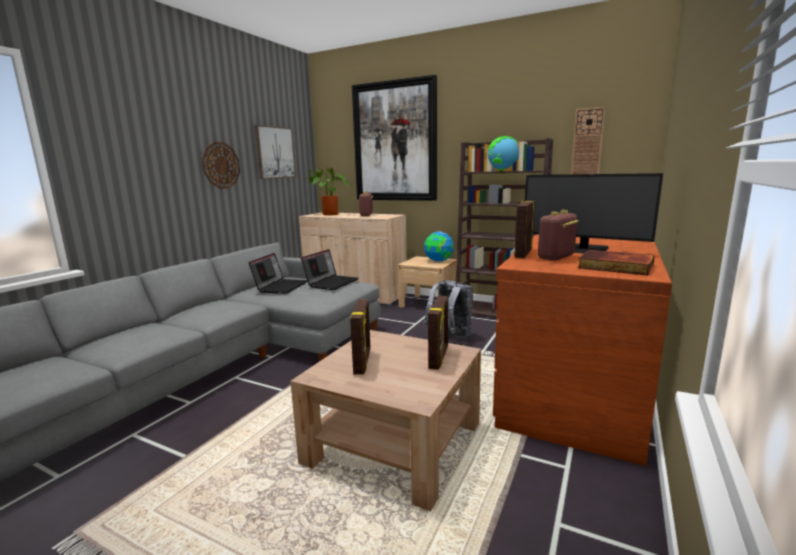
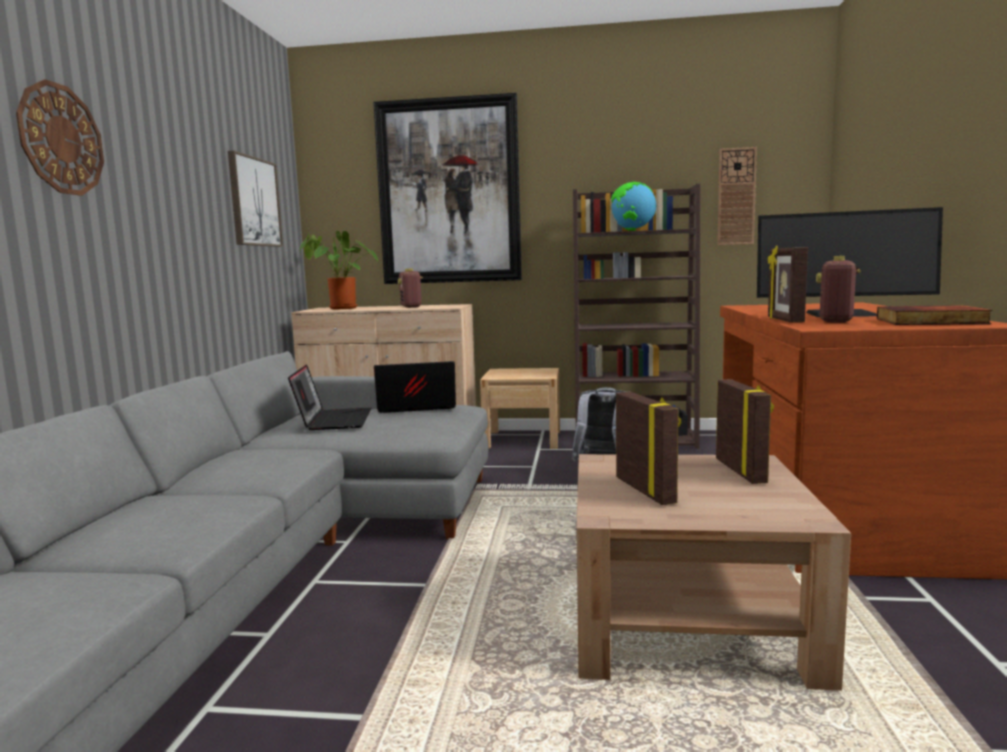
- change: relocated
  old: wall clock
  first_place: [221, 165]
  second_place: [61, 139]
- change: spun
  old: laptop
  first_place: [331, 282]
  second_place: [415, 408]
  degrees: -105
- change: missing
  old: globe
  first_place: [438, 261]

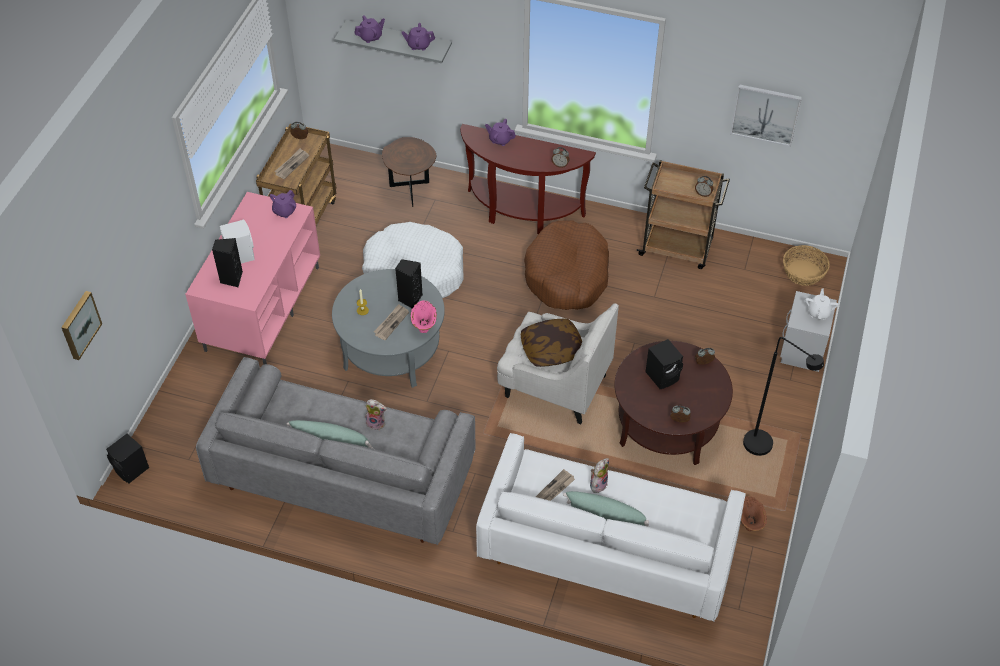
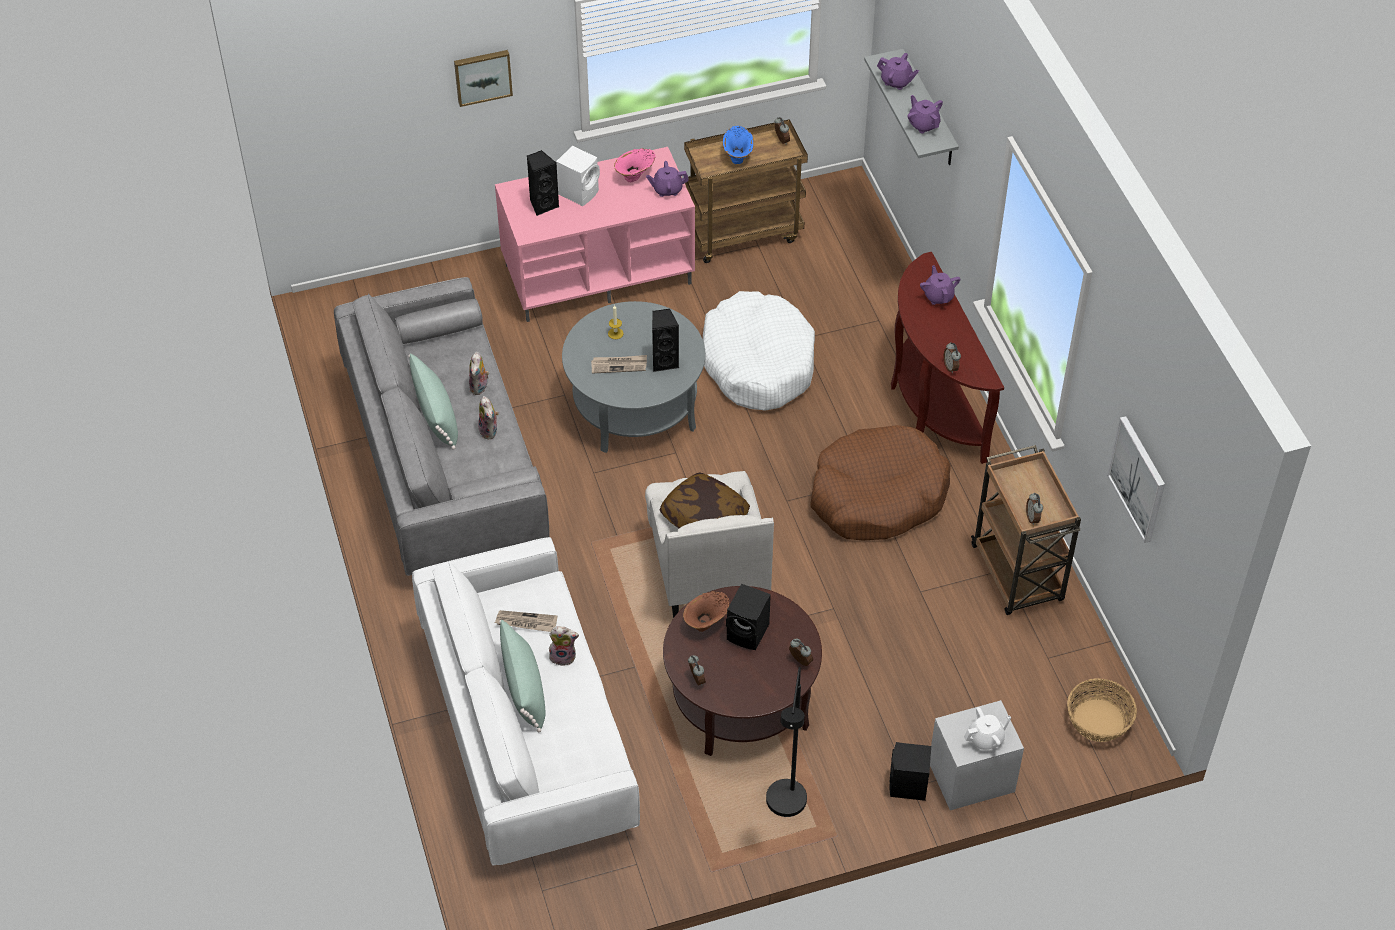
- change: relocated
  old: picture
  first_place: [79, 324]
  second_place: [482, 76]
- change: relocated
  old: speaker in black
  first_place: [132, 470]
  second_place: [908, 786]
- change: exchanged
  old: newspaper
  new: vase in blue
  first_place: [292, 164]
  second_place: [738, 156]
- change: missing
  old: side table in brown
  first_place: [411, 193]
- change: relocated
  old: vase in pink
  first_place: [424, 326]
  second_place: [635, 176]
- change: relocated
  old: vase in brown
  first_place: [750, 522]
  second_place: [707, 623]
- change: appeared
  new: plush toy
  second_place: [480, 387]

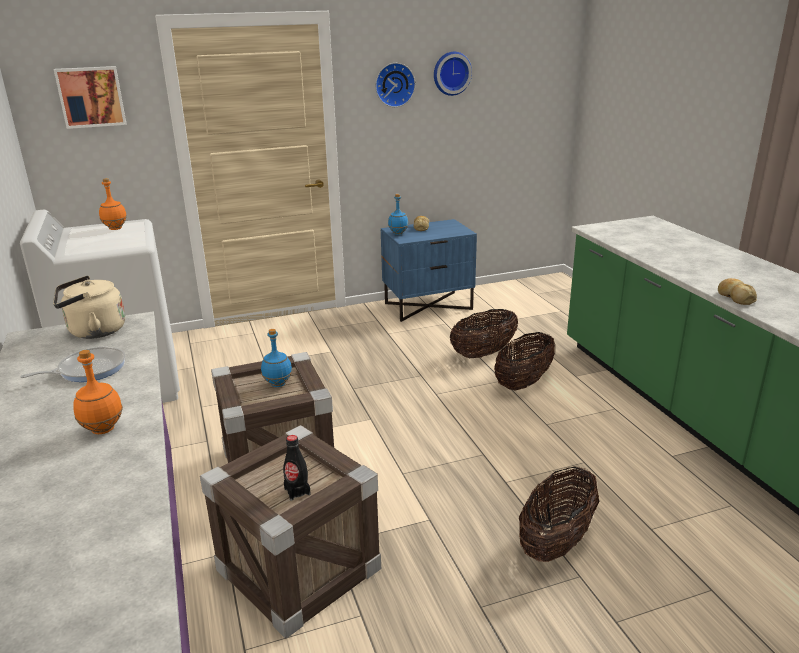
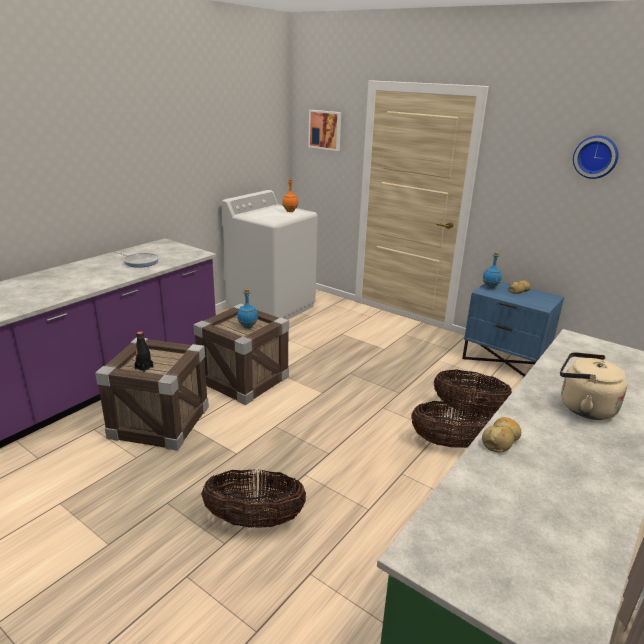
- change: relocated
  old: kettle in beige
  first_place: [93, 331]
  second_place: [582, 407]
- change: missing
  old: bottle in orange
  first_place: [102, 429]
- change: missing
  old: wall clock
  first_place: [394, 84]

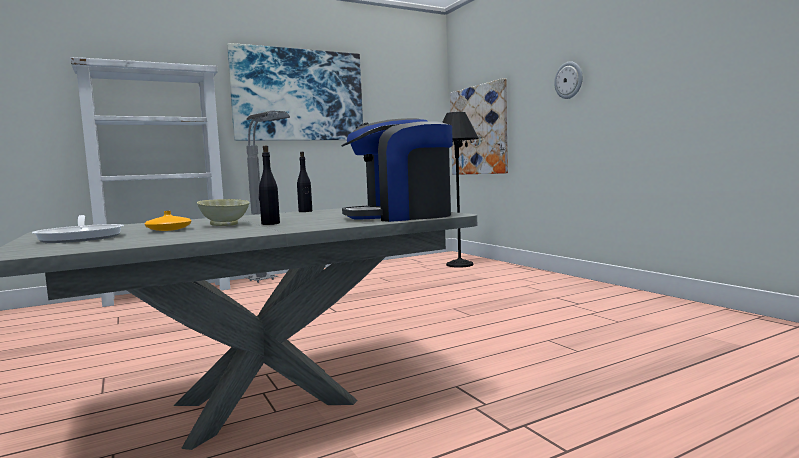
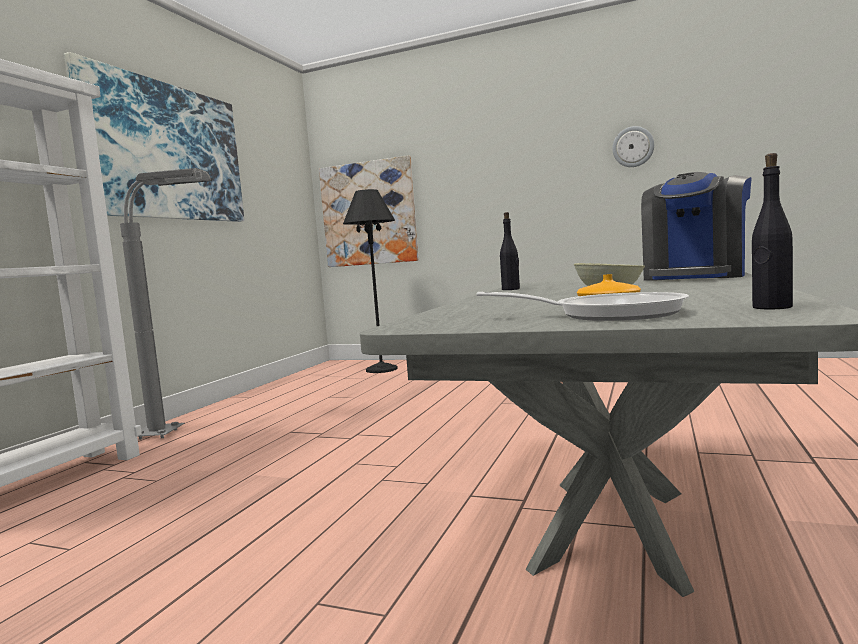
- change: relocated
  old: bottle in black
  first_place: [270, 224]
  second_place: [771, 307]
- change: relocated
  old: wall clock
  first_place: [569, 80]
  second_place: [633, 147]

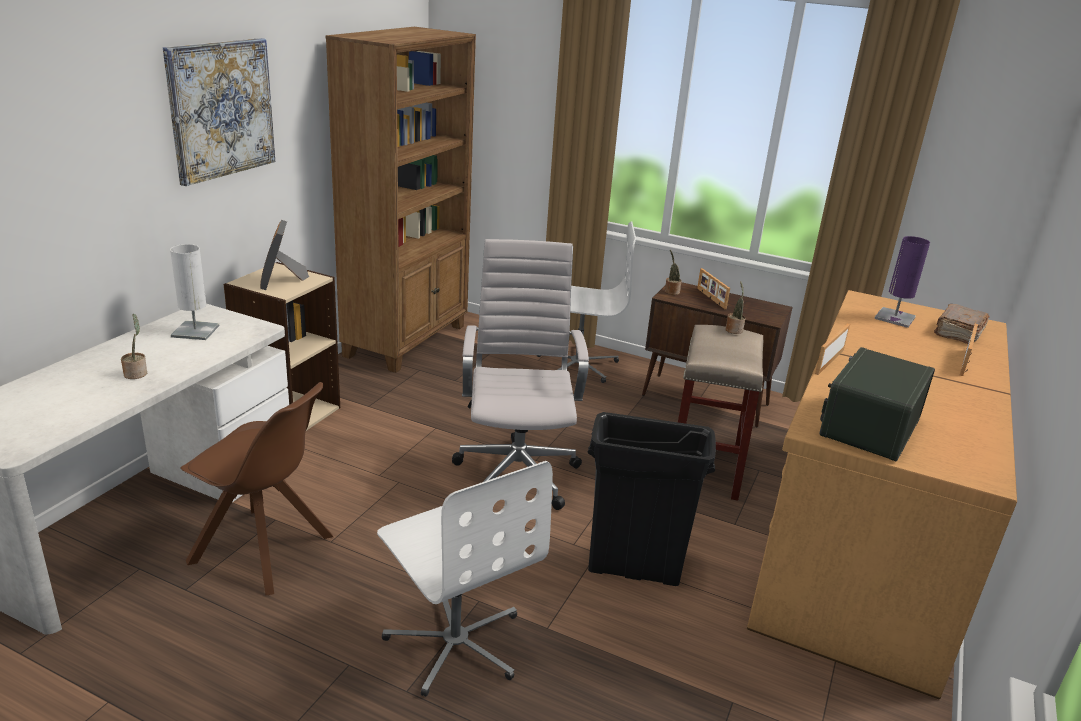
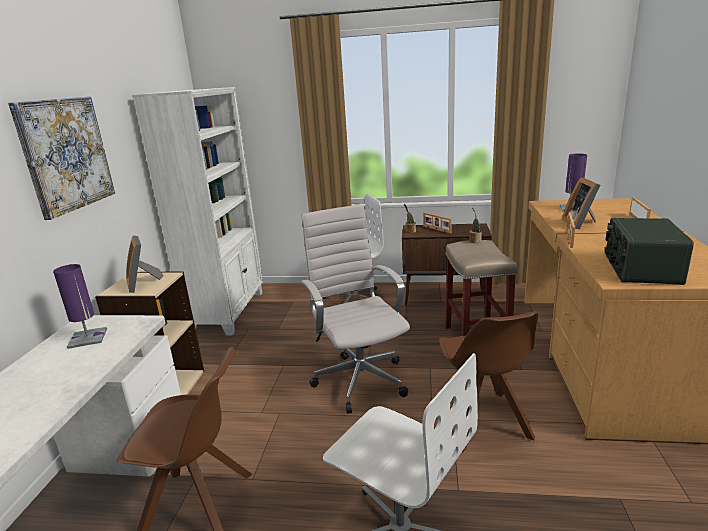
- change: missing
  old: potted plant
  first_place: [136, 373]
- change: colour
  old: table lamp in white
  new: table lamp in purple
  first_place: [195, 331]
  second_place: [88, 338]
- change: colour
  old: bookcase in brown
  new: bookcase in white
  first_place: [407, 340]
  second_place: [228, 312]
- change: exchanged
  old: trash can in black
  new: chair in brown
  first_place: [633, 569]
  second_place: [483, 422]
- change: missing
  old: book in brown
  first_place: [958, 333]
- change: appeared
  new: picture frame
  second_place: [581, 223]

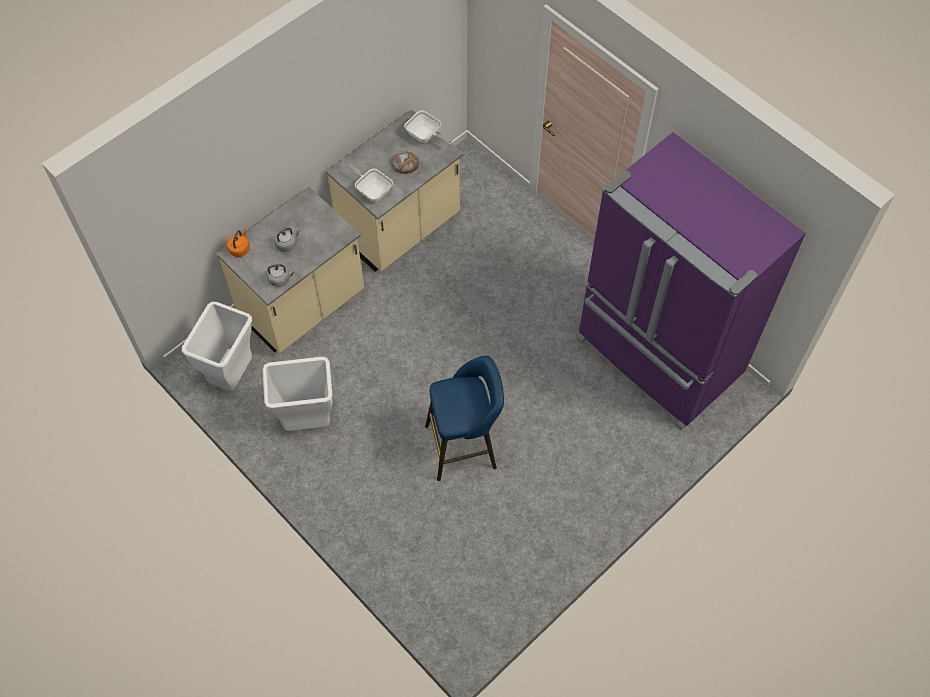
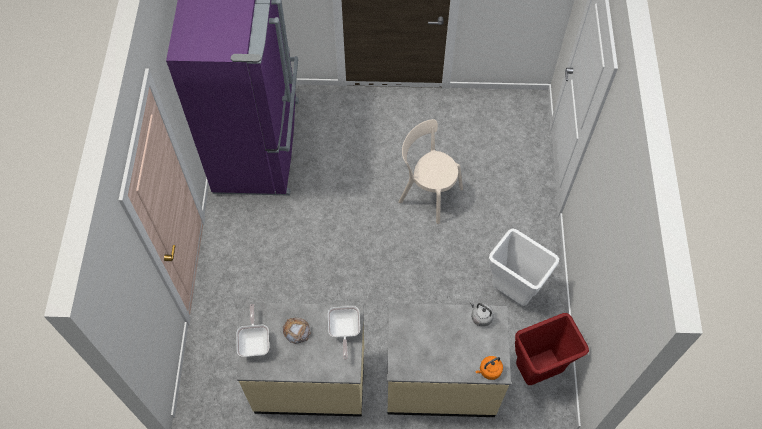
- change: colour
  old: trash can in white
  new: trash can in red
  first_place: [232, 375]
  second_place: [537, 372]
- change: missing
  old: kettle in grey
  first_place: [287, 244]
- change: exchanged
  old: stool in blue
  new: chair in beige
  first_place: [465, 446]
  second_place: [428, 193]

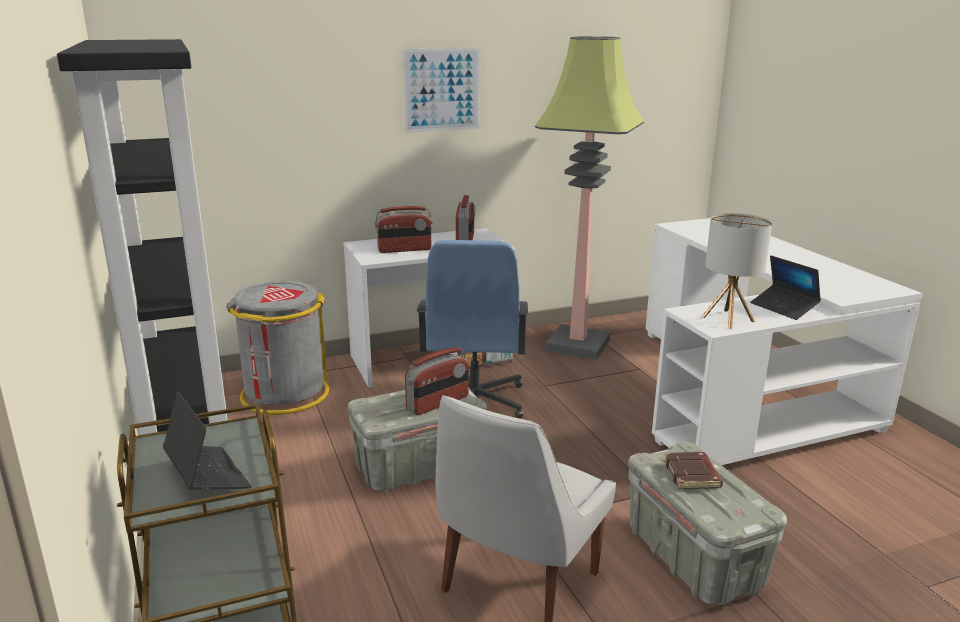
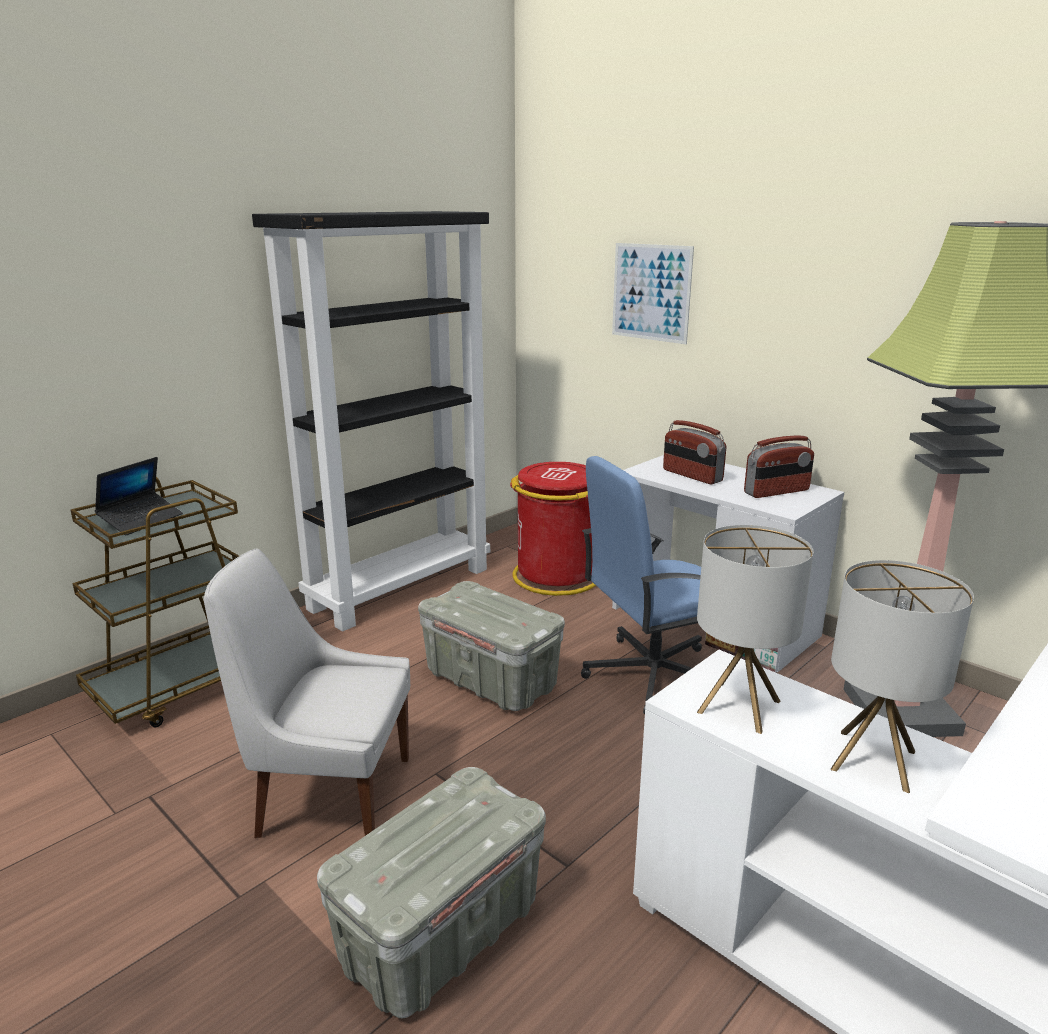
- change: colour
  old: trash can in grey
  new: trash can in red
  first_place: [284, 394]
  second_place: [555, 576]
- change: relocated
  old: picture
  first_place: [441, 90]
  second_place: [651, 292]
- change: missing
  old: radio
  first_place: [438, 403]
- change: missing
  old: book in brown
  first_place: [693, 475]
- change: exchanged
  old: laptop
  new: table lamp
  first_place: [784, 308]
  second_place: [873, 760]

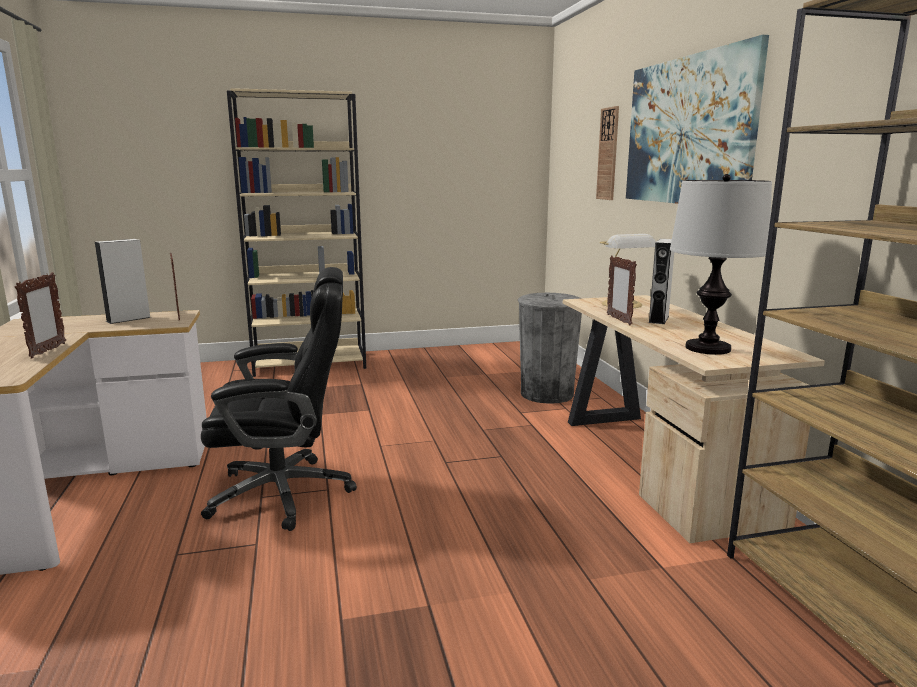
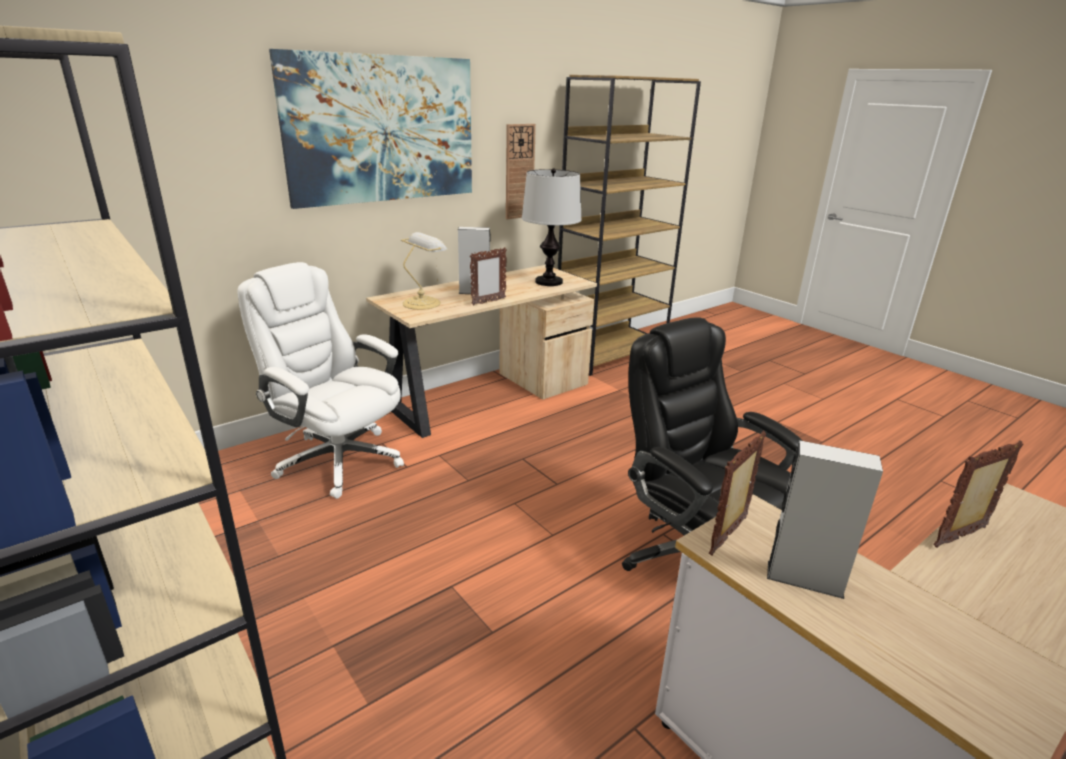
- change: exchanged
  old: trash can in grey
  new: office chair in white
  first_place: [547, 394]
  second_place: [338, 459]
- change: relocated
  old: wall clock
  first_place: [608, 154]
  second_place: [519, 172]

